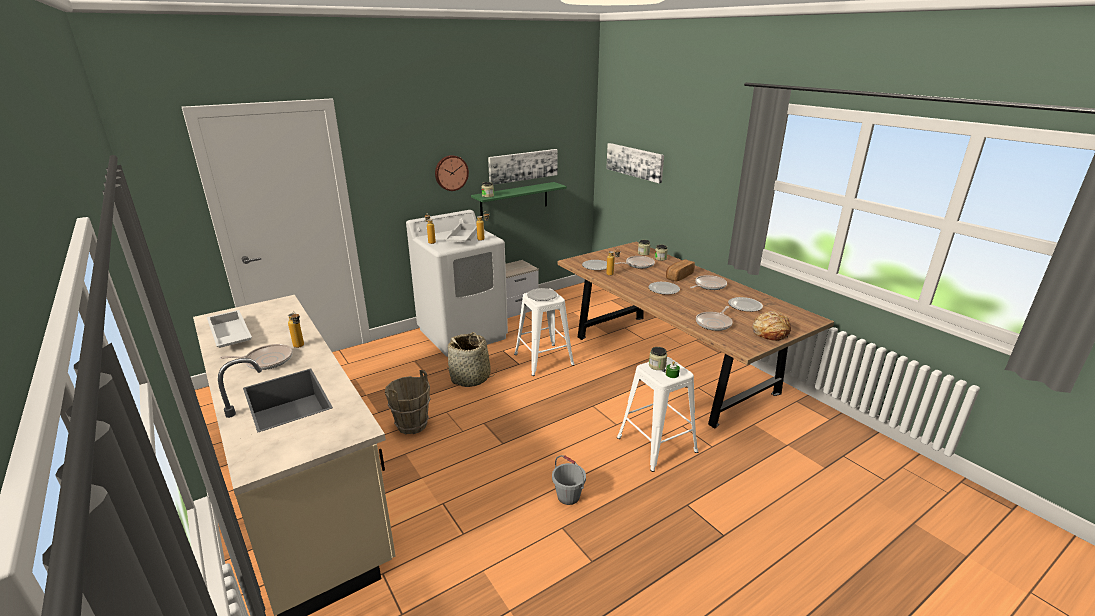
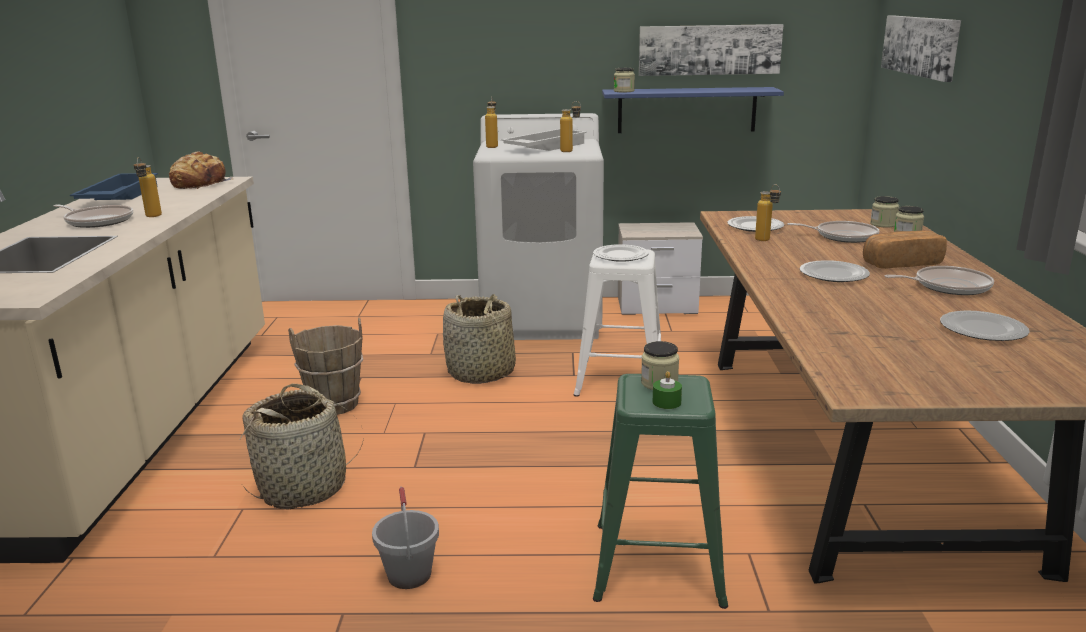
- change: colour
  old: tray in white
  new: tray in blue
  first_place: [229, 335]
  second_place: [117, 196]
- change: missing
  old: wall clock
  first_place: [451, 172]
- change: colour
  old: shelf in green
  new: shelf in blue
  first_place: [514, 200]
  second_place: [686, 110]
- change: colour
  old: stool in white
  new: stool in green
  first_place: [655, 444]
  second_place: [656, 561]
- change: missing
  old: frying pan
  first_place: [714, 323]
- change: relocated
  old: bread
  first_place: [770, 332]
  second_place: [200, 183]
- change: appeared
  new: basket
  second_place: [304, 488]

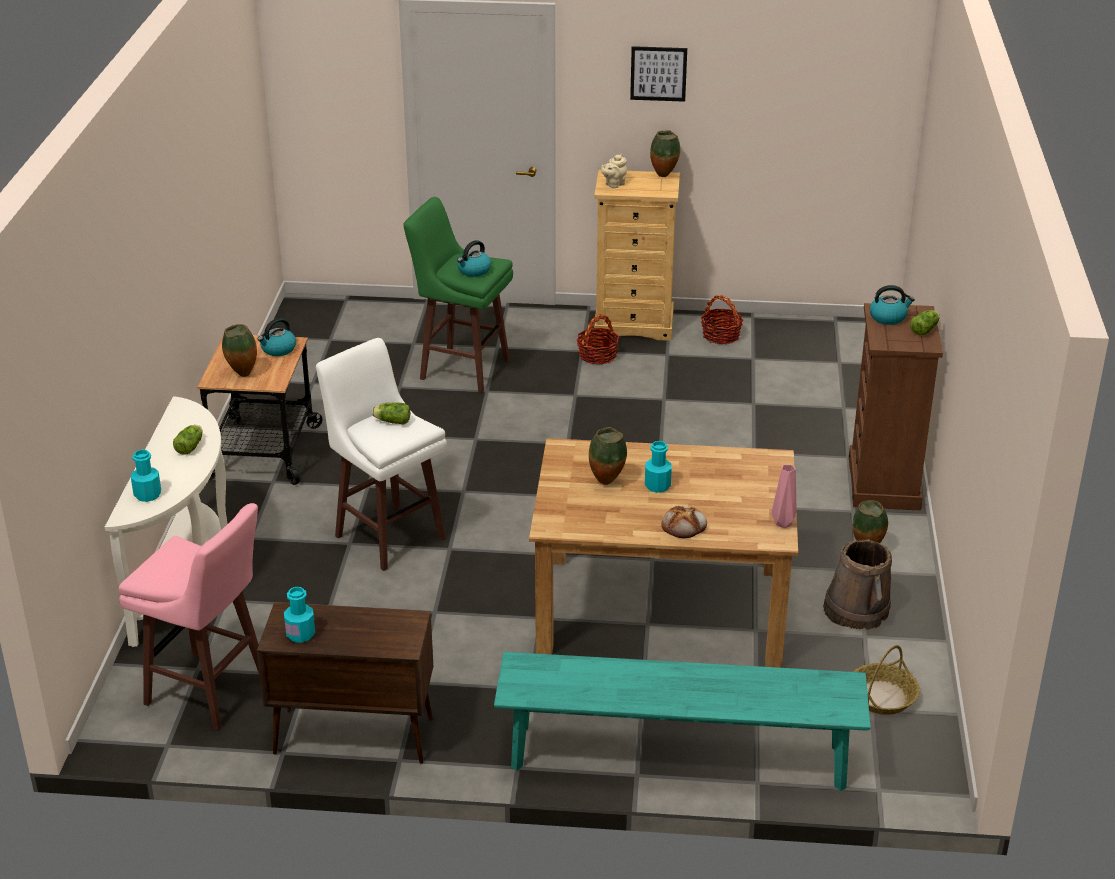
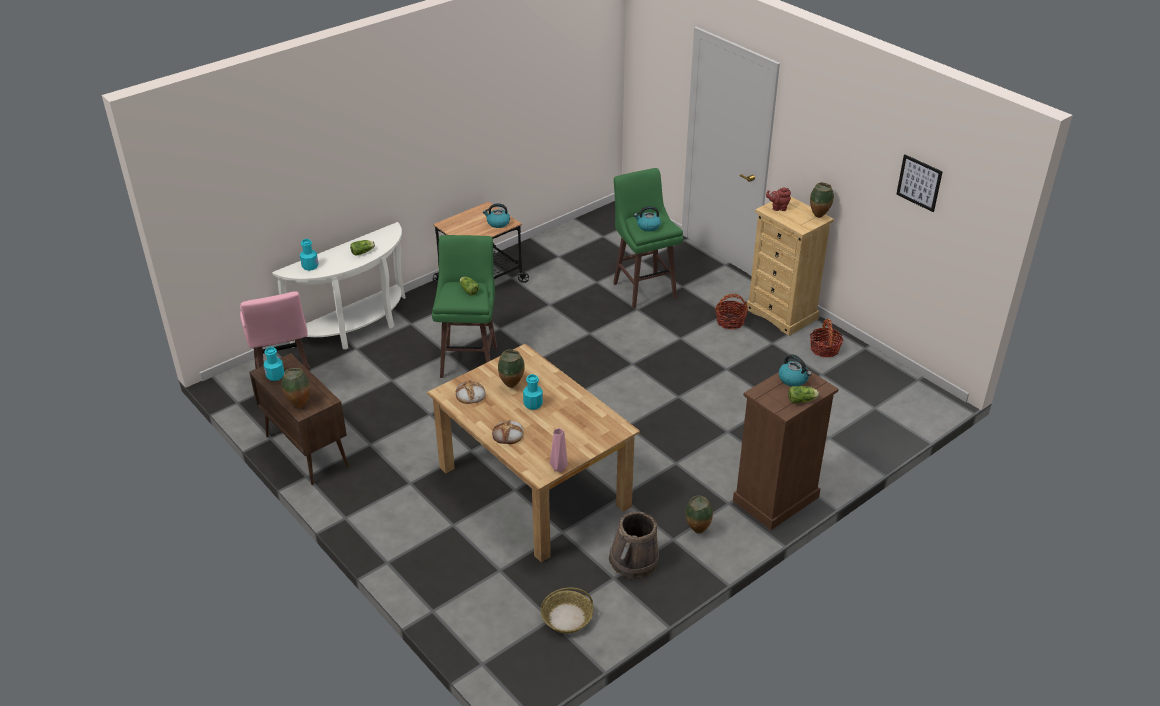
- change: relocated
  old: vase
  first_place: [242, 375]
  second_place: [299, 405]
- change: colour
  old: stool in white
  new: stool in green
  first_place: [388, 535]
  second_place: [470, 361]
- change: missing
  old: bench in turquoise
  first_place: [678, 757]
- change: colour
  old: teapot in beige
  new: teapot in red
  first_place: [614, 184]
  second_place: [778, 208]
- change: relocated
  old: picture
  first_place: [658, 73]
  second_place: [919, 182]
- change: appeared
  new: bread
  second_place: [470, 395]

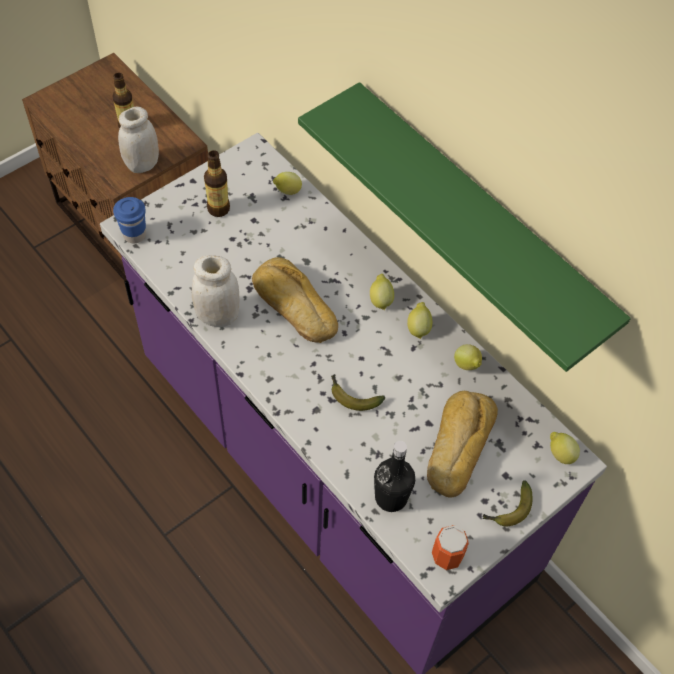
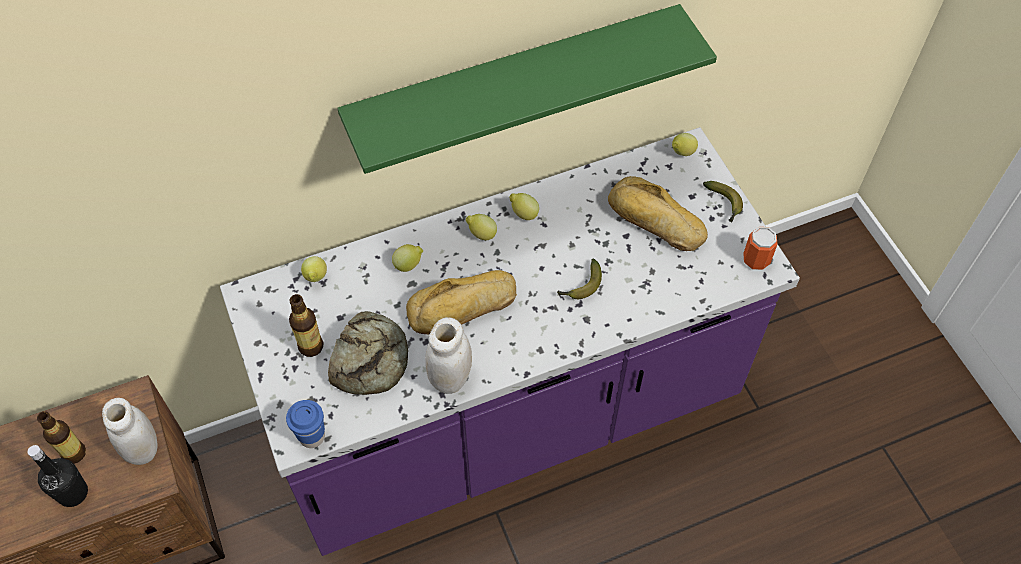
- change: relocated
  old: bottle in black
  first_place: [391, 497]
  second_place: [73, 493]
- change: relocated
  old: lemon
  first_place: [467, 366]
  second_place: [409, 265]
- change: appeared
  new: bread
  second_place: [371, 358]

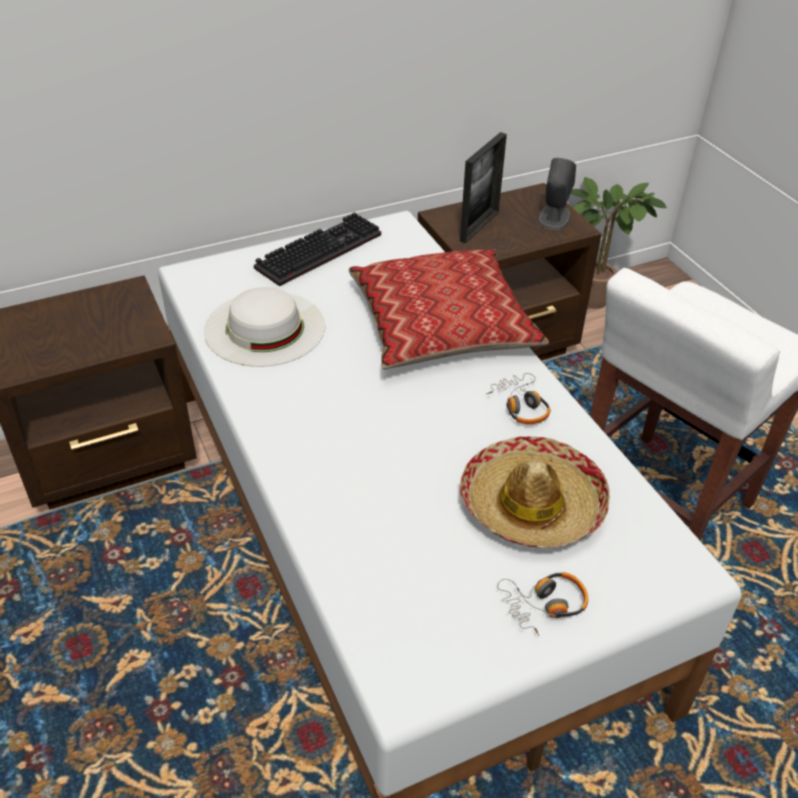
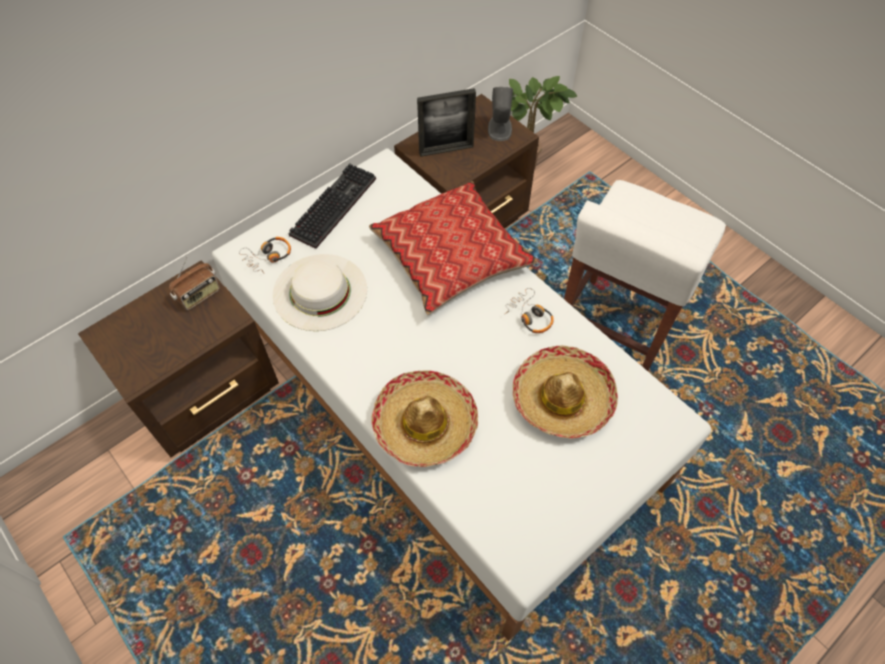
- change: spun
  old: picture frame
  first_place: [479, 226]
  second_place: [446, 150]
  degrees: 60
- change: relocated
  old: headphones
  first_place: [544, 605]
  second_place: [268, 257]
- change: appeared
  new: radio
  second_place: [199, 295]
- change: appeared
  new: hat
  second_place: [425, 424]

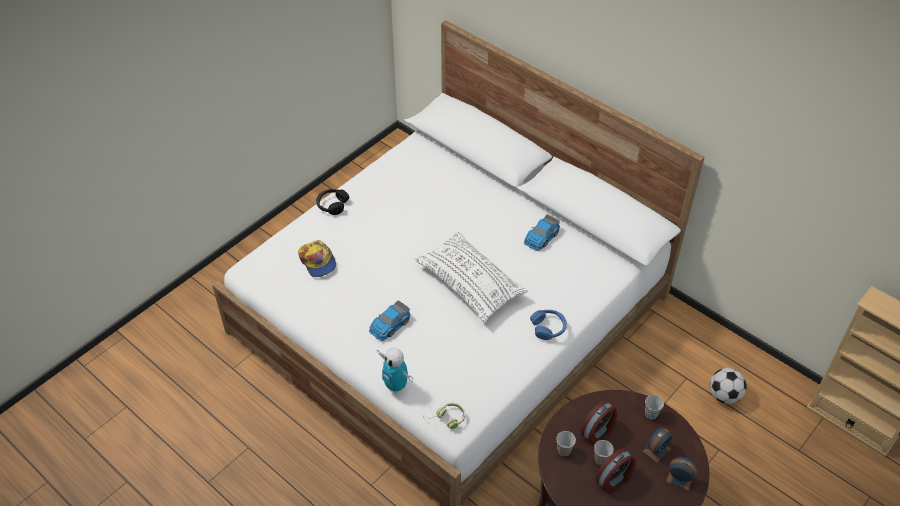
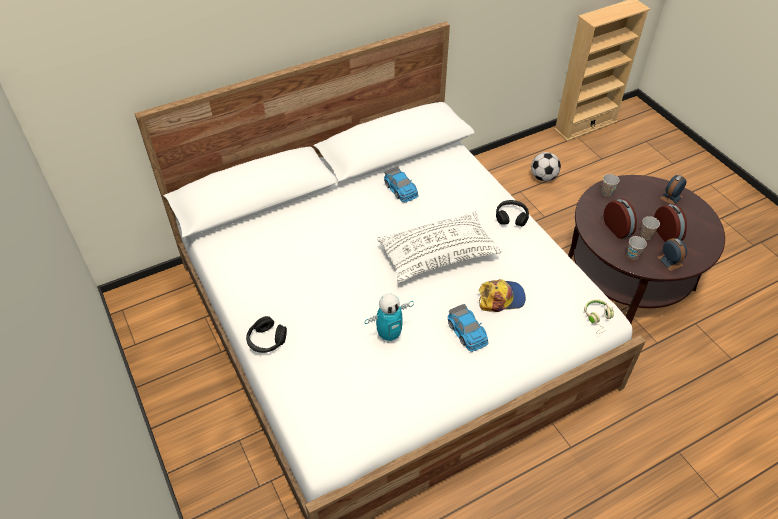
- change: relocated
  old: cap
  first_place: [318, 261]
  second_place: [501, 298]
- change: relocated
  old: toy robot
  first_place: [396, 386]
  second_place: [389, 335]
- change: colour
  old: headphones in blue
  new: headphones in black
  first_place: [548, 328]
  second_place: [511, 217]
- change: relocated
  old: alarm clock
  first_place: [656, 450]
  second_place: [669, 261]

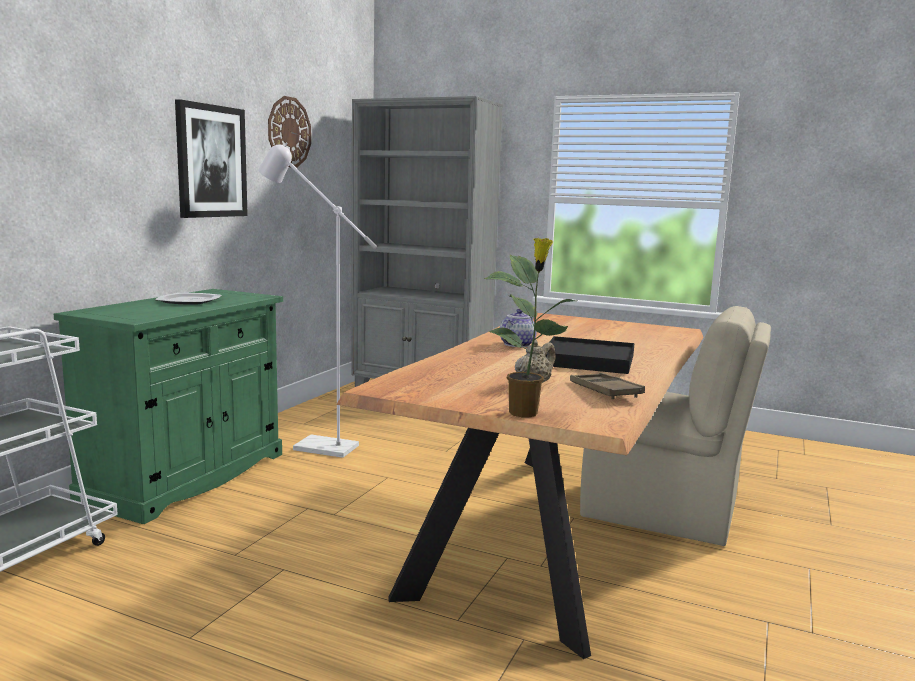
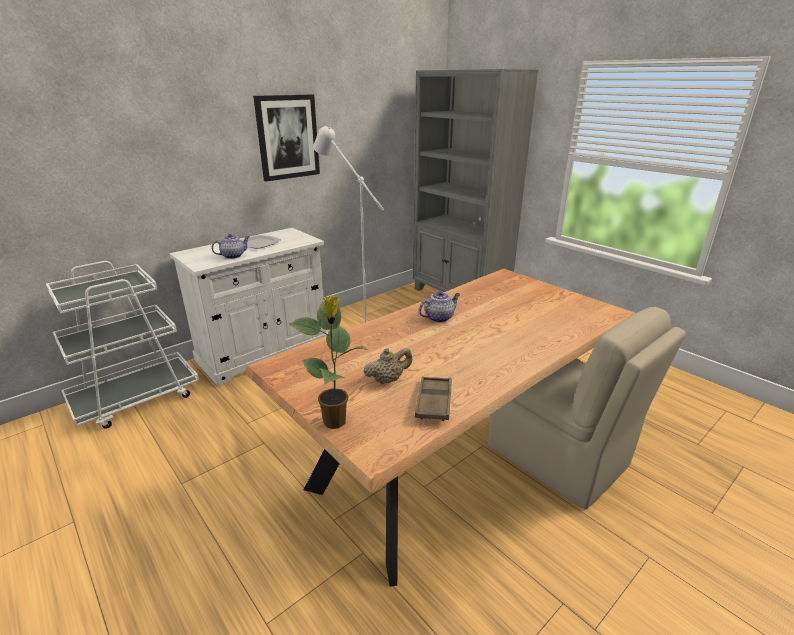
- change: colour
  old: cabinet in green
  new: cabinet in white
  first_place: [186, 477]
  second_place: [264, 351]
- change: missing
  old: wall clock
  first_place: [289, 132]
- change: missing
  old: tray in black
  first_place: [587, 360]
- change: appeared
  new: teapot
  second_place: [233, 256]

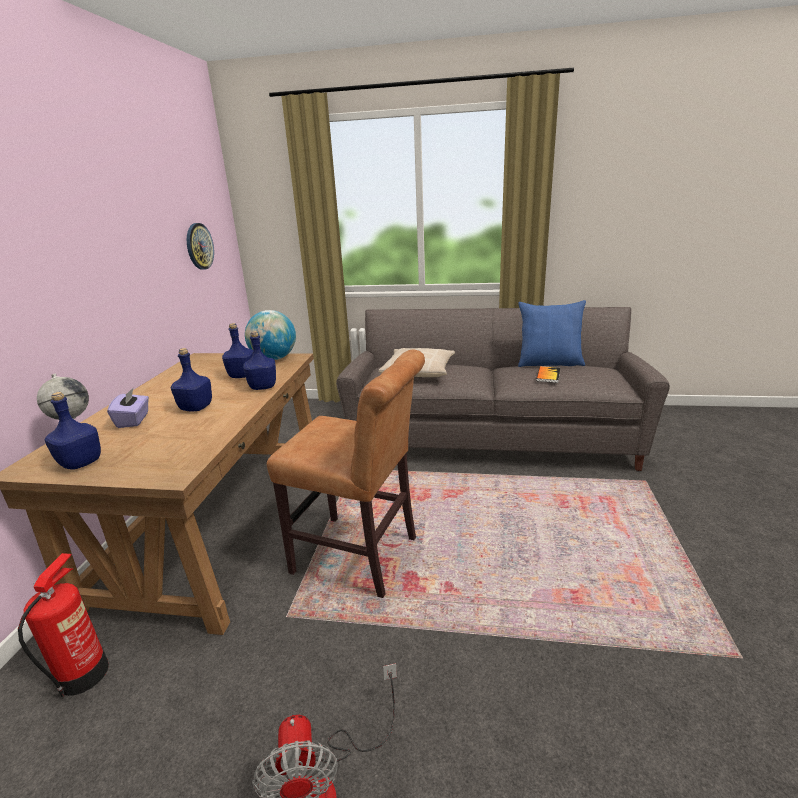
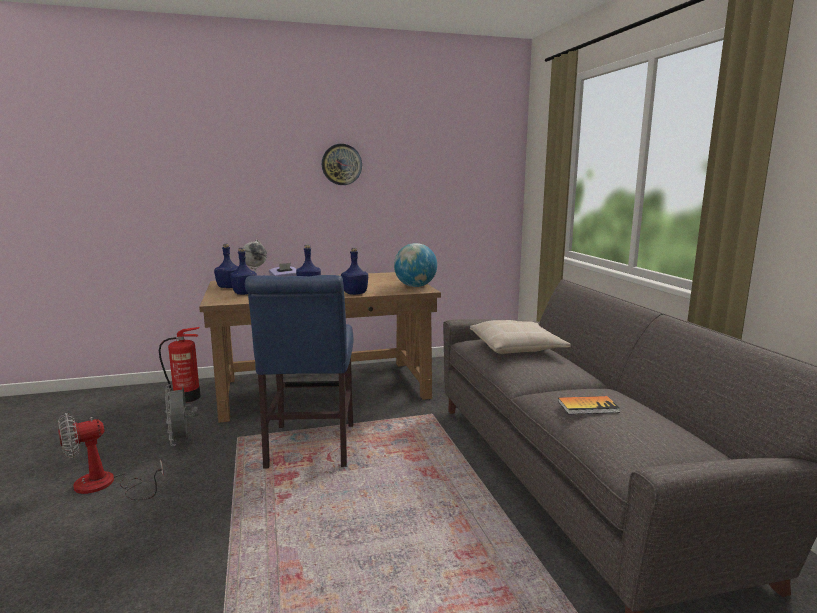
- change: relocated
  old: wall clock
  first_place: [199, 246]
  second_place: [341, 164]
- change: relocated
  old: bottle in blue
  first_place: [241, 375]
  second_place: [244, 293]
- change: colour
  old: chair in brown
  new: chair in blue
  first_place: [361, 556]
  second_place: [309, 448]
- change: missing
  old: pillow in blue
  first_place: [549, 363]
- change: appeared
  new: fan in grey
  second_place: [182, 441]

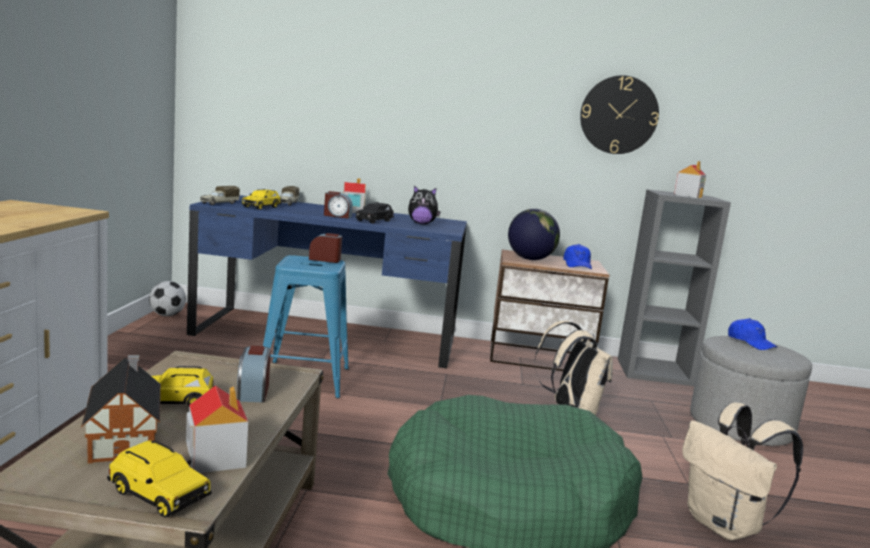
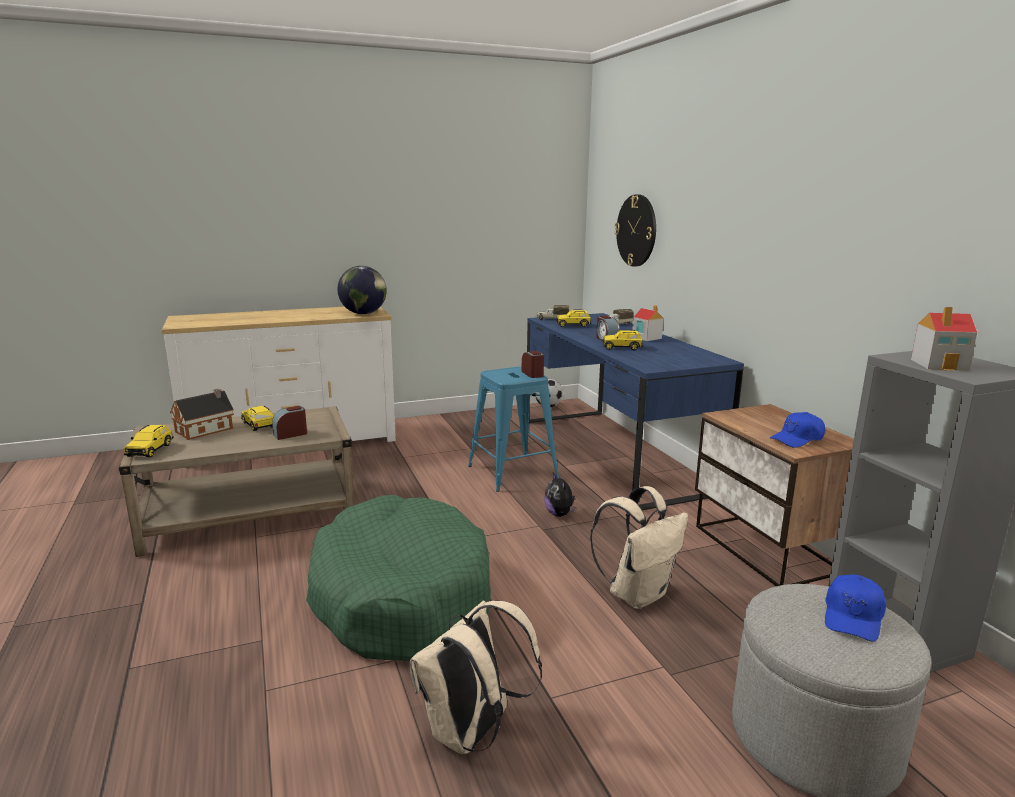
- change: missing
  old: toy house
  first_place: [216, 458]
- change: colour
  old: toy car in black
  new: toy car in yellow
  first_place: [374, 221]
  second_place: [622, 348]
- change: relocated
  old: plush toy
  first_place: [421, 224]
  second_place: [560, 514]
- change: relocated
  old: globe
  first_place: [530, 259]
  second_place: [363, 313]
- change: relocated
  old: wall clock
  first_place: [619, 115]
  second_place: [636, 230]

